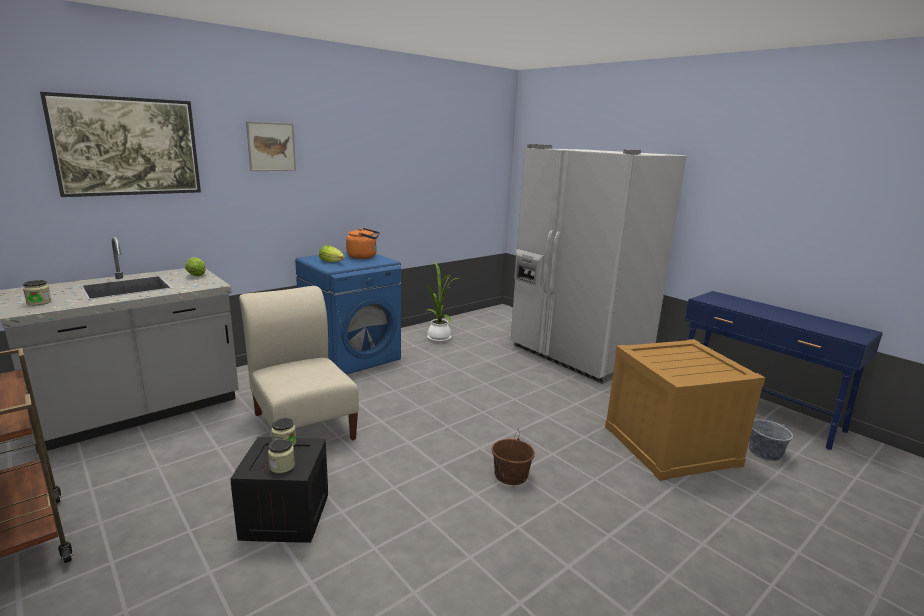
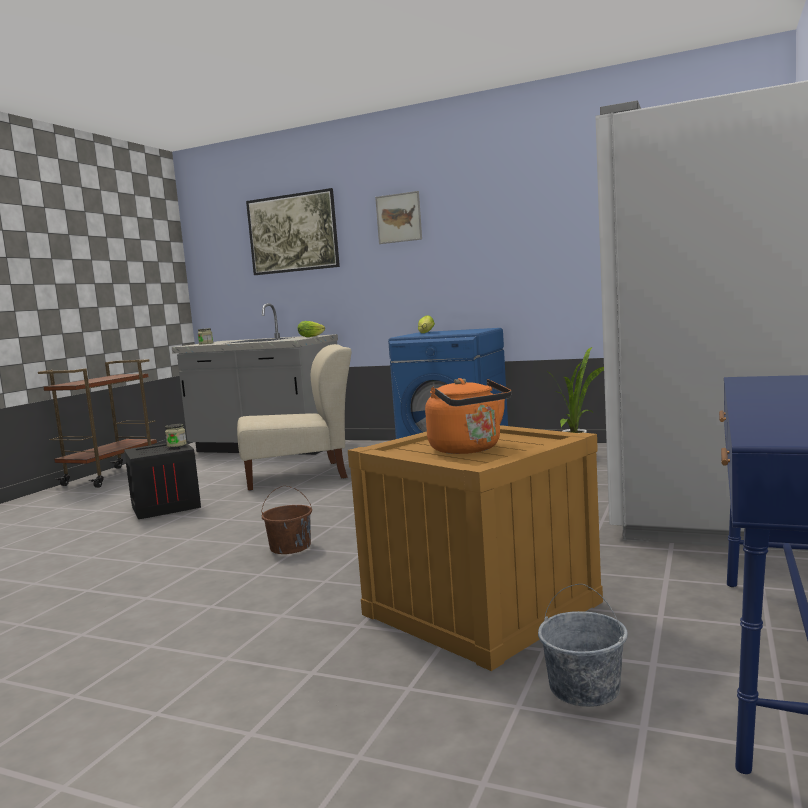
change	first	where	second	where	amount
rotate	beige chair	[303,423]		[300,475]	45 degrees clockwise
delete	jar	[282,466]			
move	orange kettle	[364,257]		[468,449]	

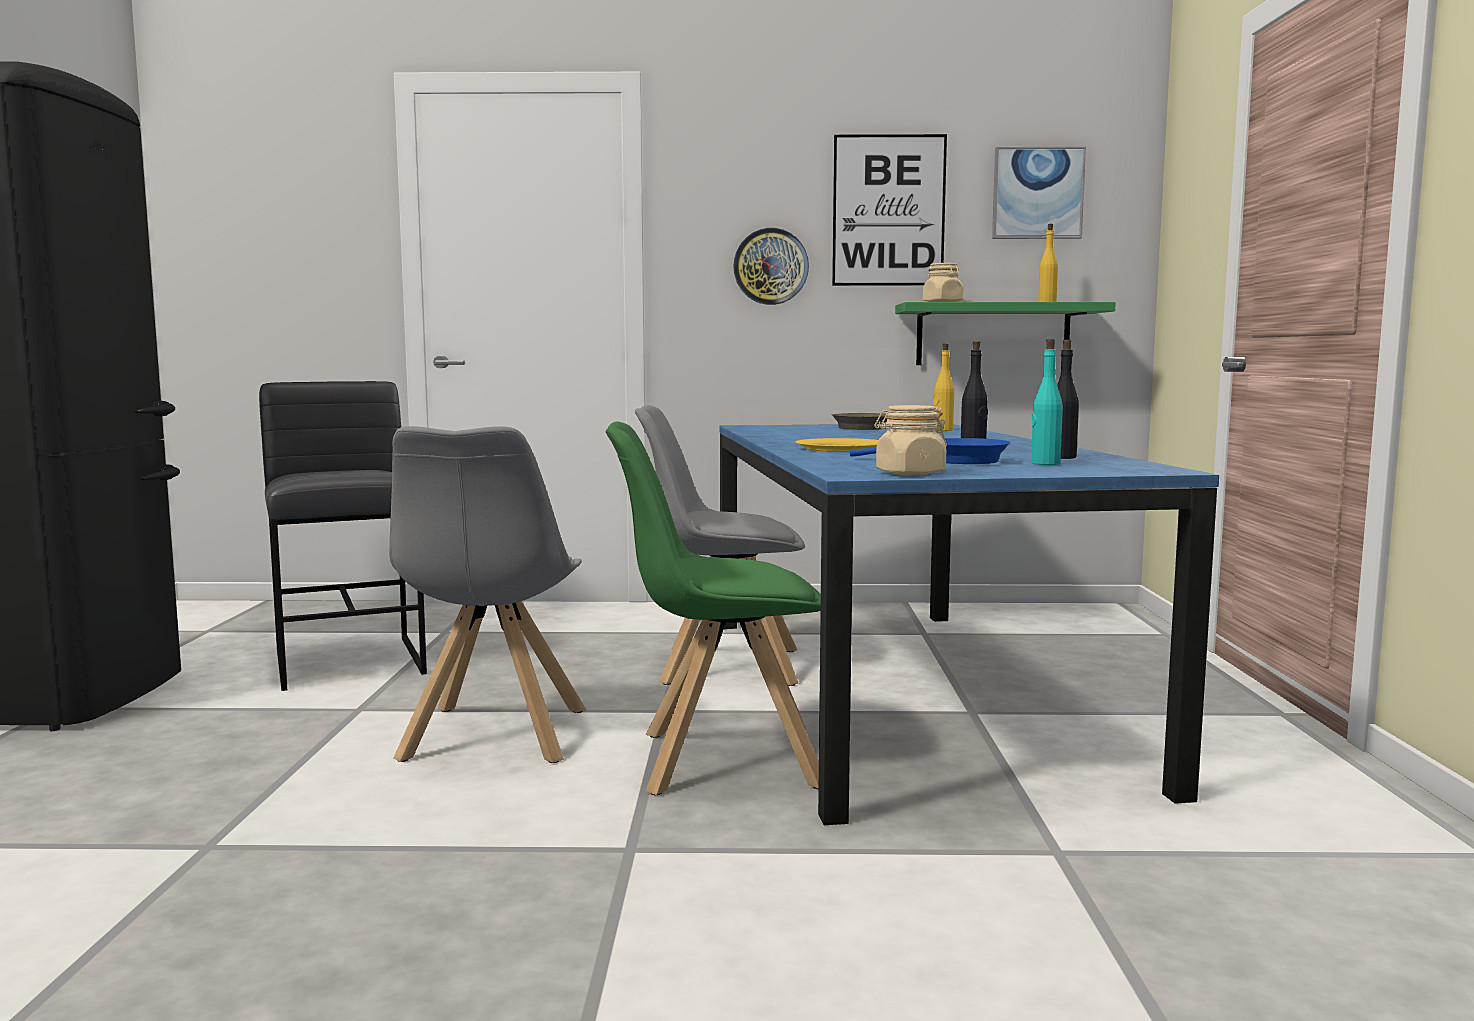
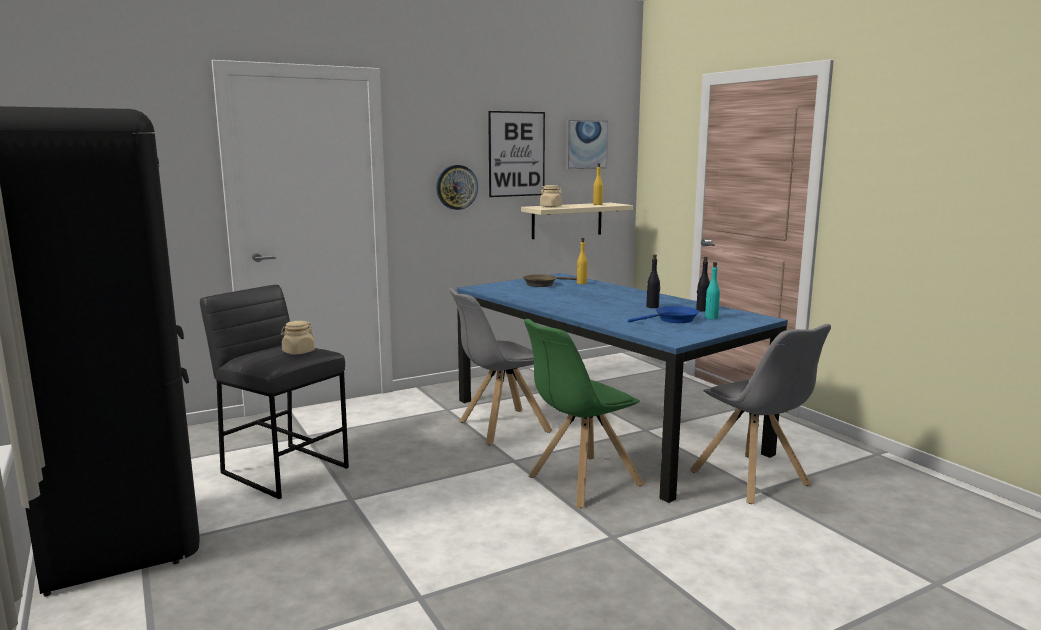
change	first	where	second	where	amount
move	grey chair	[493,737]		[753,480]	
delete	yellow plate	[840,448]			
move	beige jar	[910,473]		[298,352]	
recolor	green shelf	[992,335]	beige shelf	[567,220]	

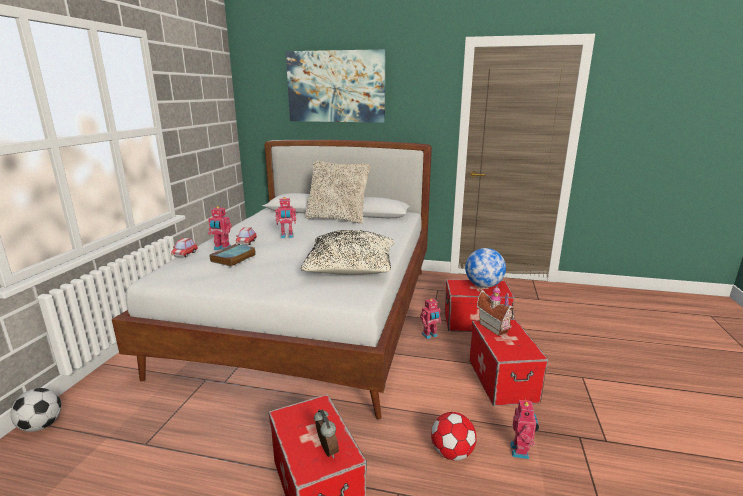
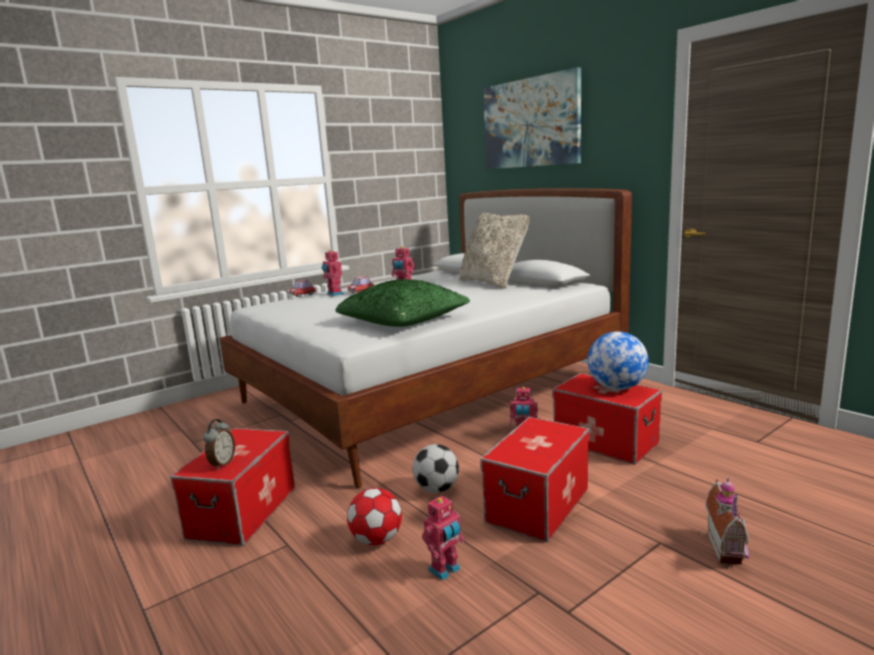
change	first	where	second	where	amount
move	football	[41,426]		[436,489]	
delete	book	[233,258]			
recolor	beige pillow	[351,266]	green pillow	[403,320]	
move	toy house	[495,327]		[728,549]	

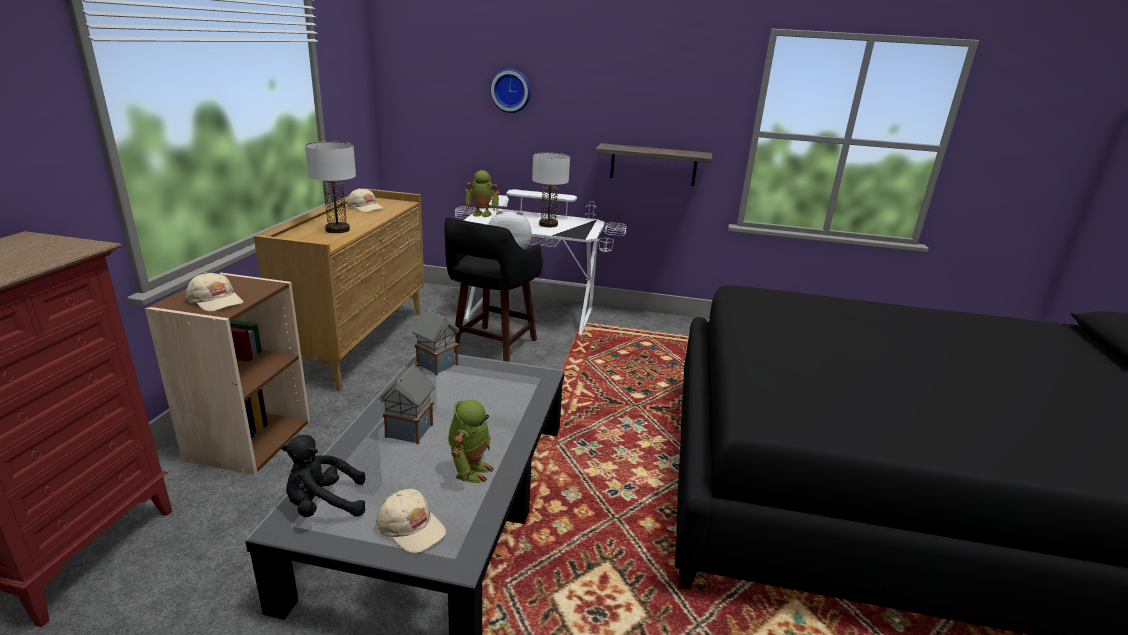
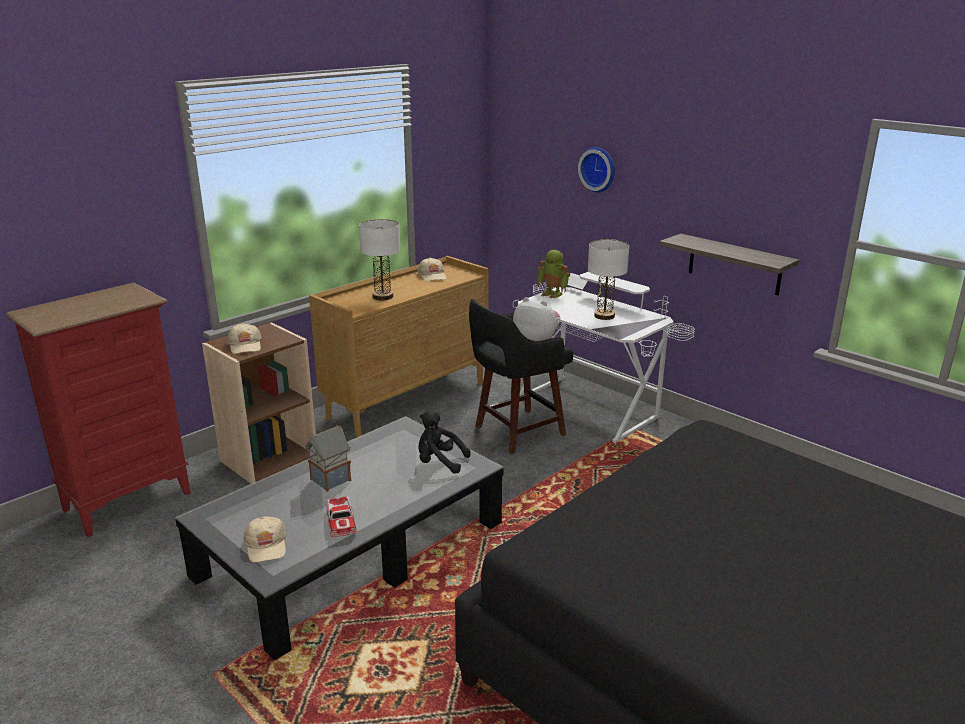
change	first	where	second	where	amount
move	black plush toy	[324,505]		[439,462]	
delete	toy house	[436,365]			
replace	toy robot	[470,470]	toy car	[341,522]	

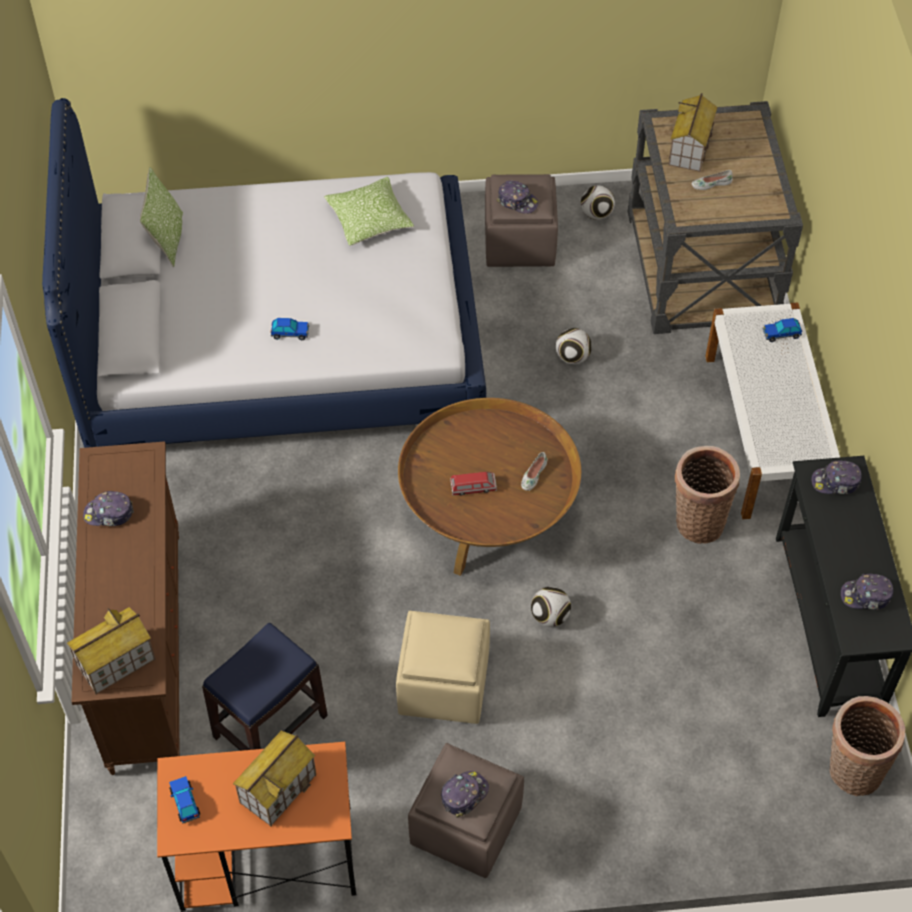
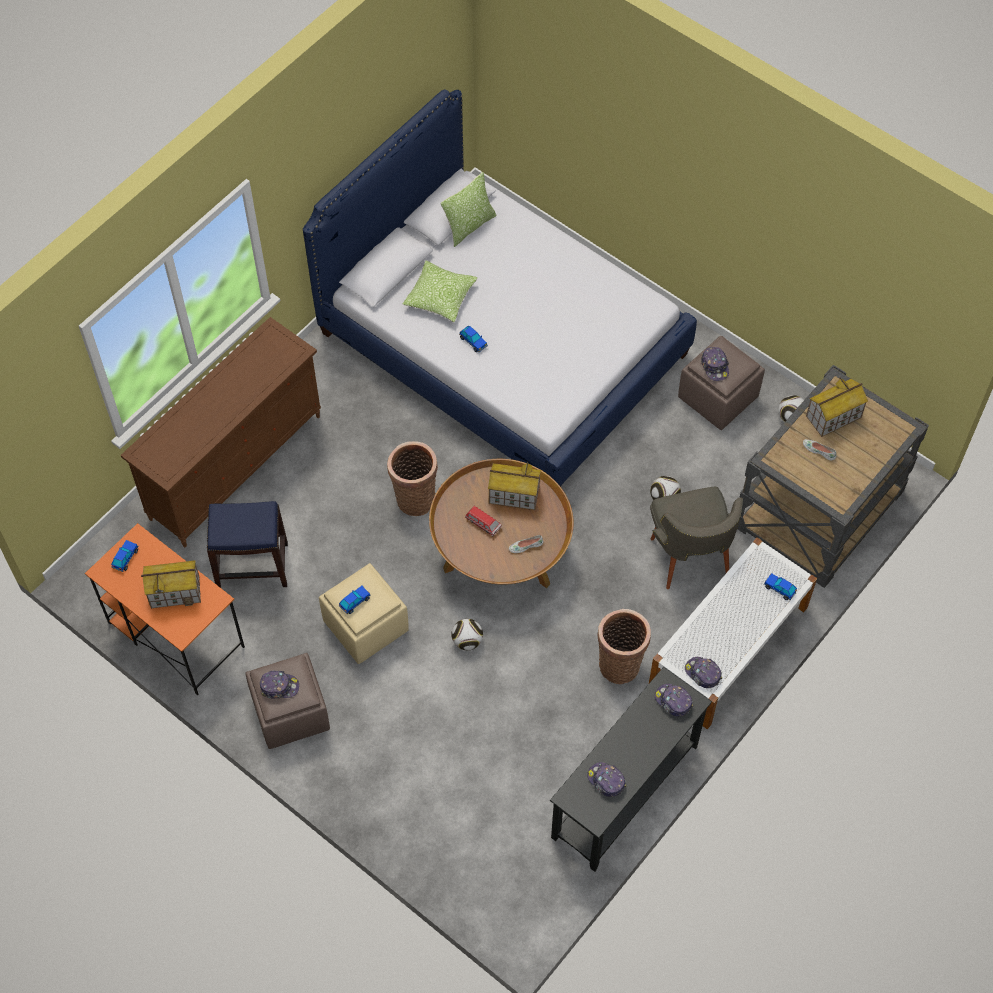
change	first	where	second	where	amount
move	toy house	[115,663]		[513,495]	
move	cap	[109,514]		[702,674]	
move	pillow	[369,220]		[440,297]	
move	basket	[851,770]		[414,497]	
insert			toy car	[355,602]	
insert			grey chair	[689,556]	

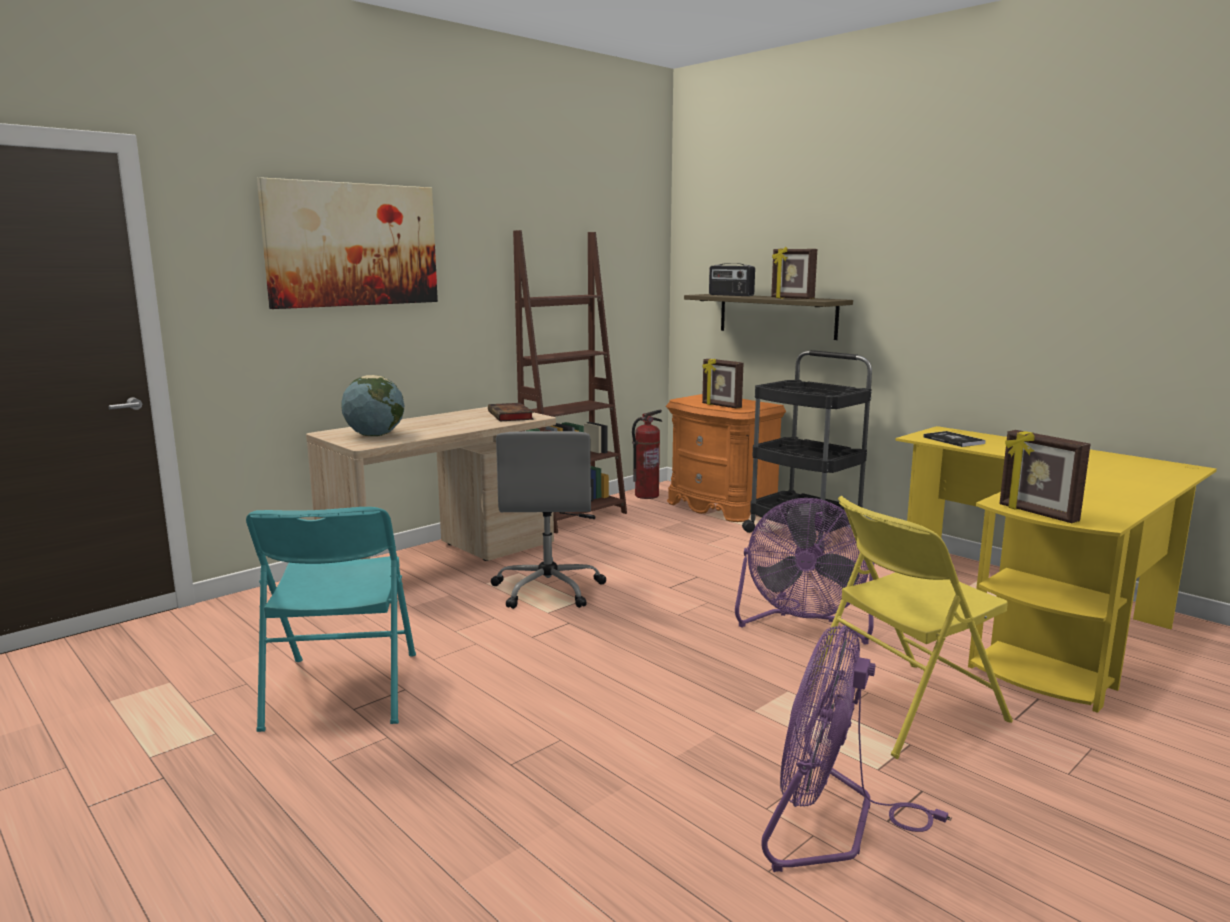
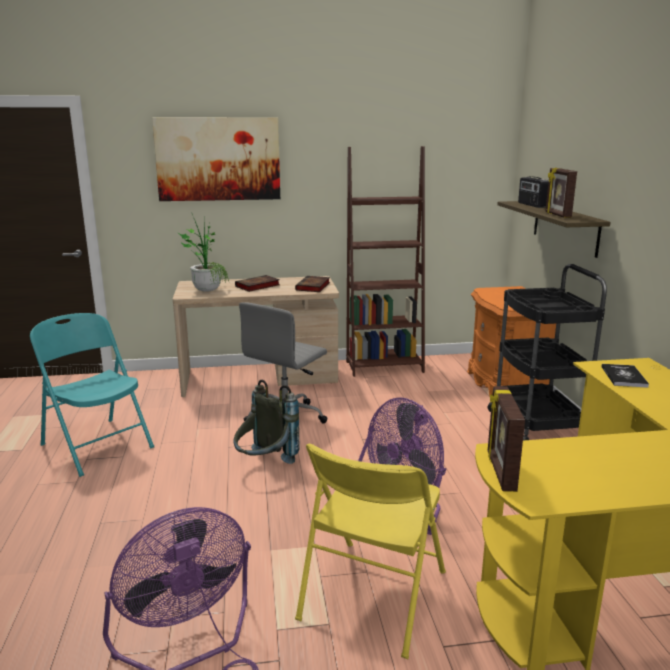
change	first	where	second	where	amount
rotate	turquoise chair	[342,690]		[97,446]	105 degrees clockwise
replace	globe	[374,435]	potted plant	[206,289]	
delete	fire extinguisher	[646,495]			
delete	picture frame	[721,406]			
rotate	yellow chair	[904,707]		[373,595]	75 degrees counterclockwise
insert			grey backpack	[265,465]	
insert			book	[257,286]	

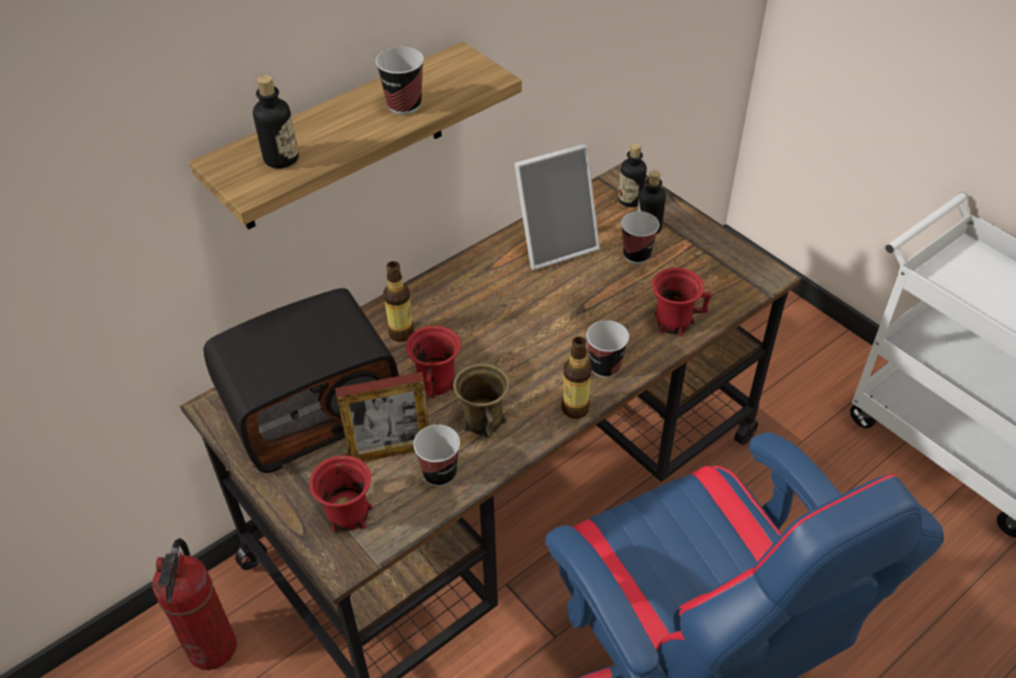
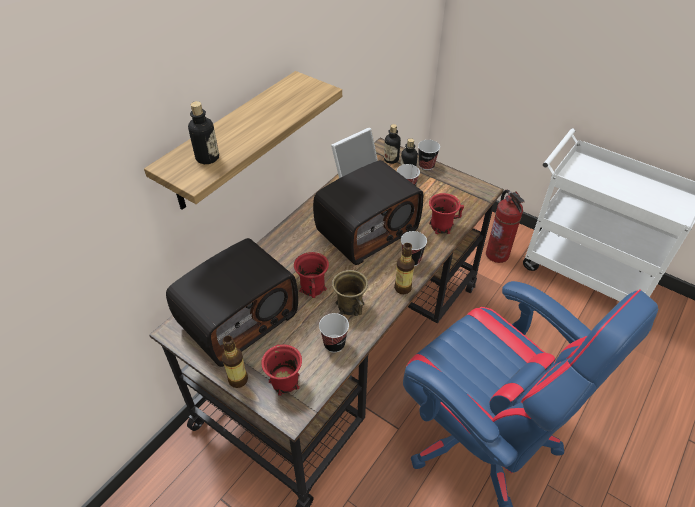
change	first	where	second	where	amount
move	fire extinguisher	[213,648]		[497,254]	
delete	picture frame	[390,451]			
move	cup	[404,105]		[426,165]	
move	bottle	[401,333]		[238,379]	
insert			radio	[366,230]	

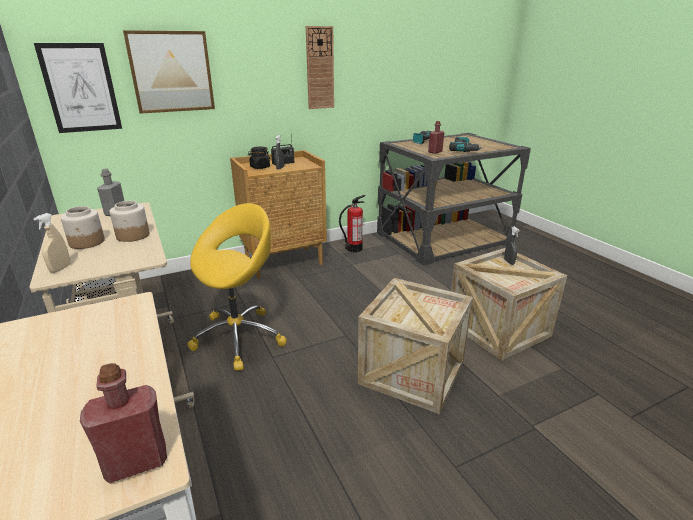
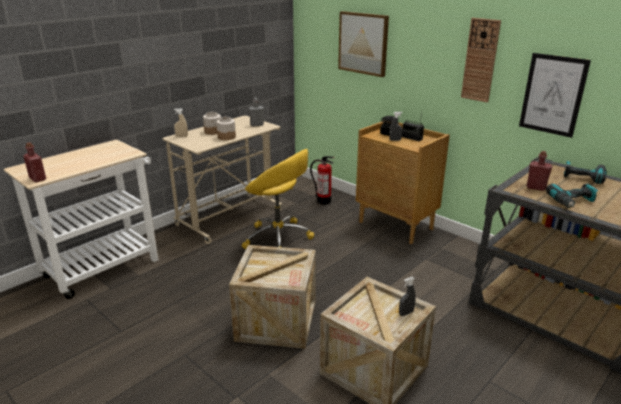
change	first	where	second	where	amount
move	picture	[81,88]		[552,95]	
move	fire extinguisher	[354,249]		[324,201]	

